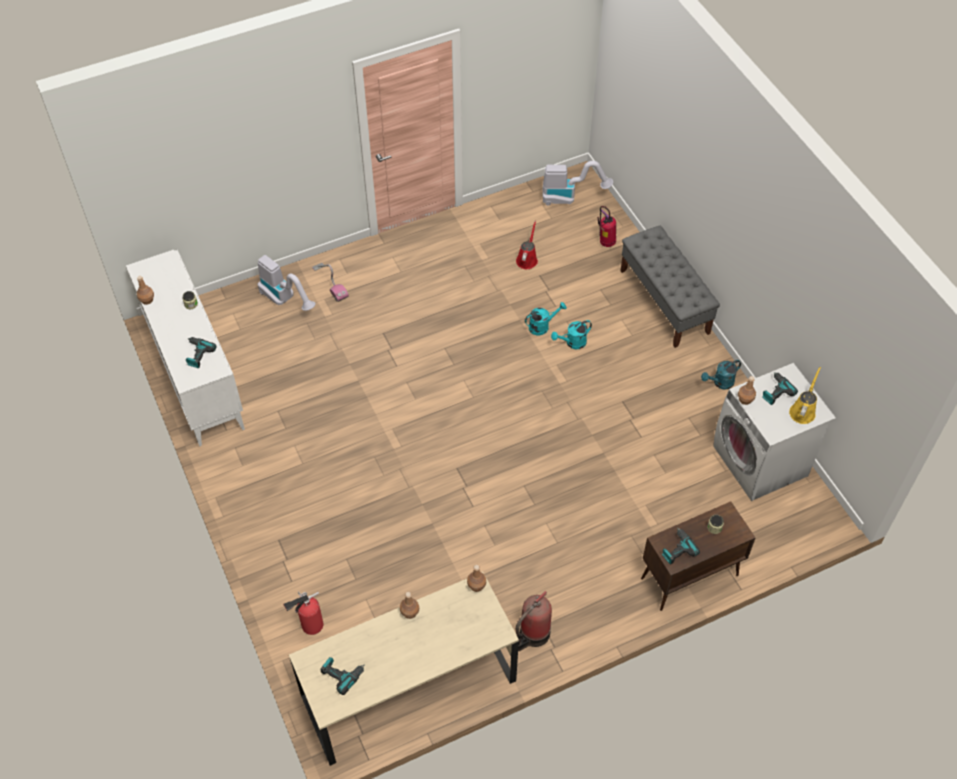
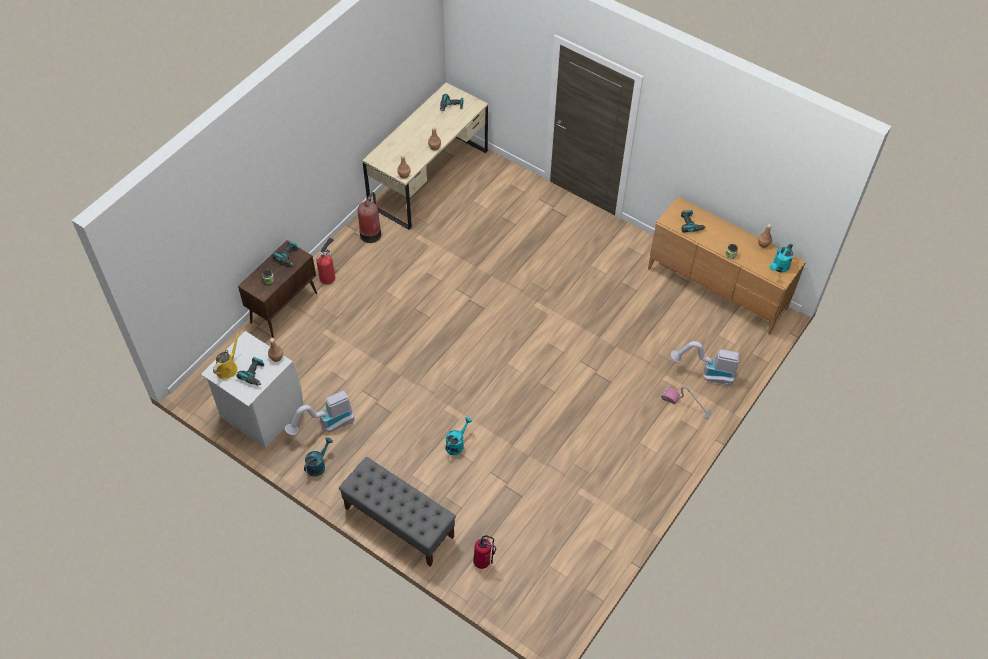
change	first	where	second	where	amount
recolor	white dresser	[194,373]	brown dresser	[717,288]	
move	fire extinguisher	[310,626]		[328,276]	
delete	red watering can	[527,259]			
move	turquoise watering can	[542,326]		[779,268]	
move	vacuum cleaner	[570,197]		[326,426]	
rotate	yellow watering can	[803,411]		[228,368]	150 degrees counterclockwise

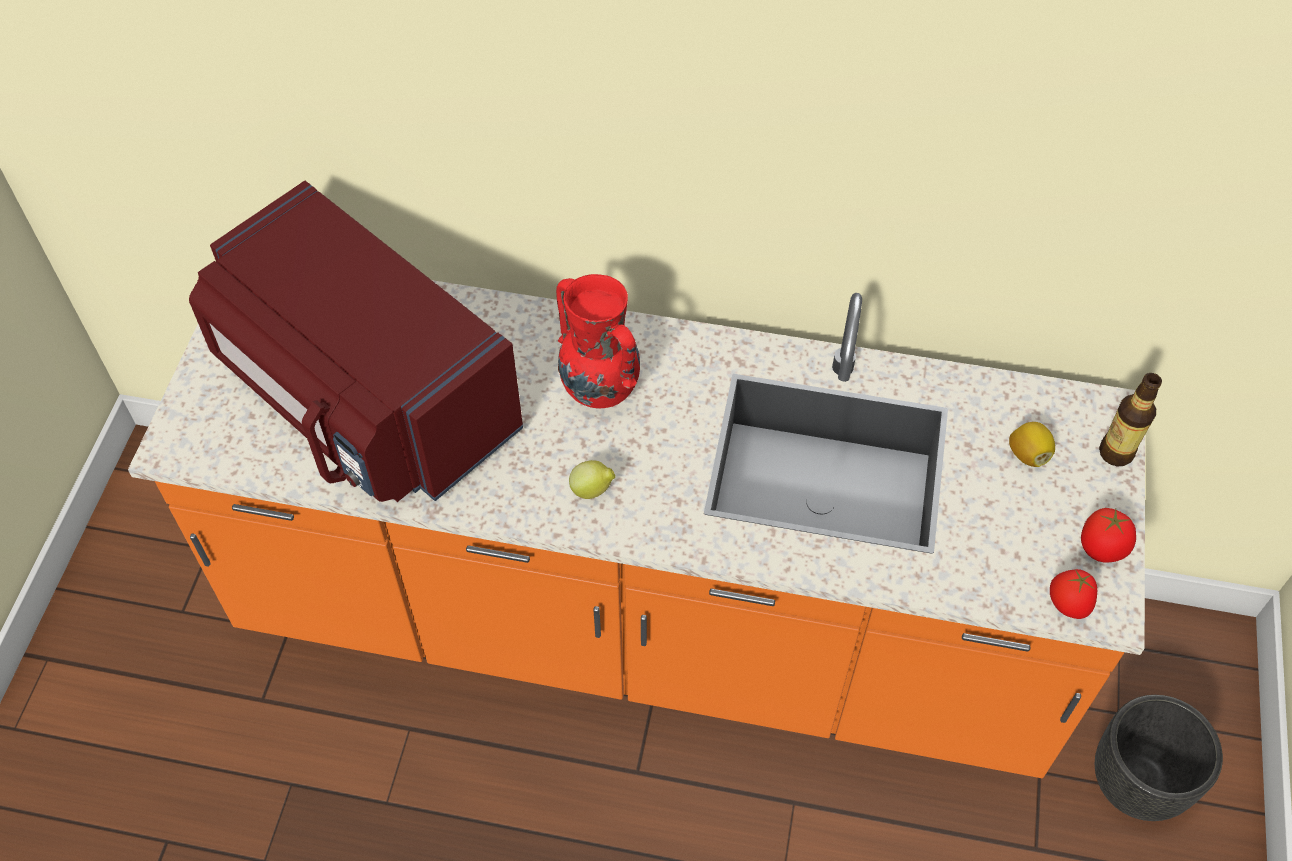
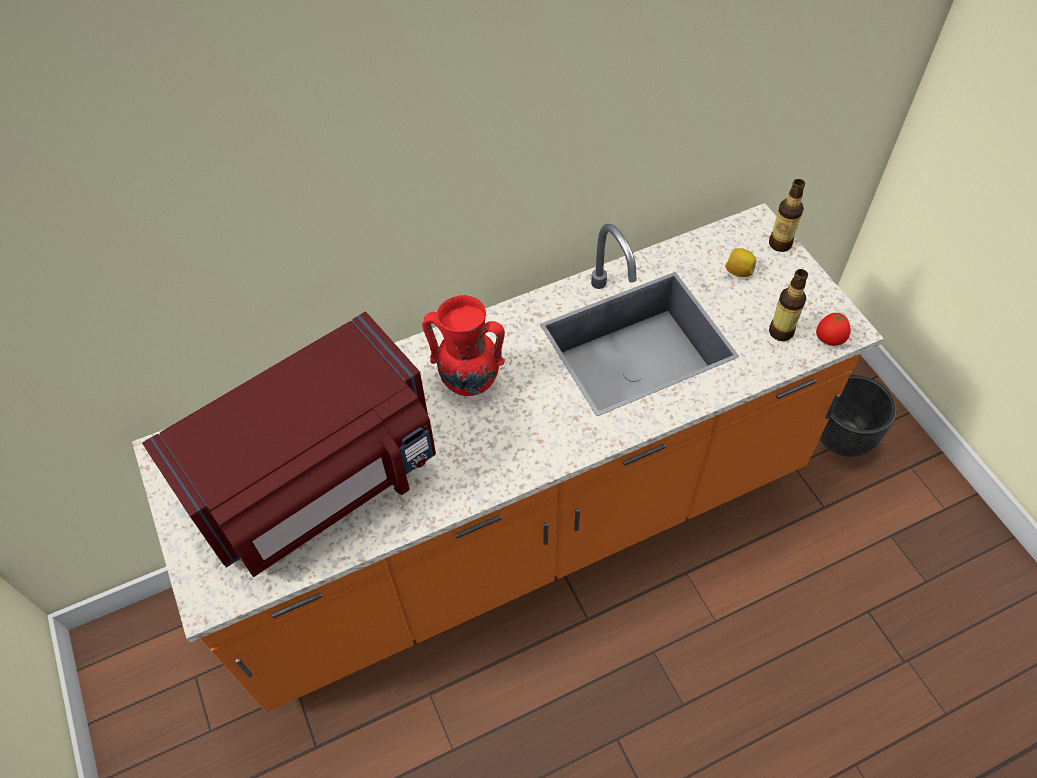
change	first	where	second	where	amount
rotate	red microwave	[364,399]		[319,482]	45 degrees counterclockwise
delete	lemon	[593,490]			
delete	tomato	[1102,548]			
insert			bottle	[781,332]	

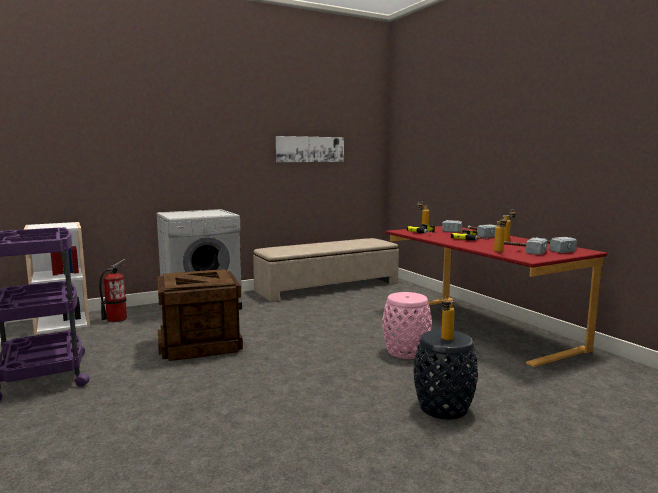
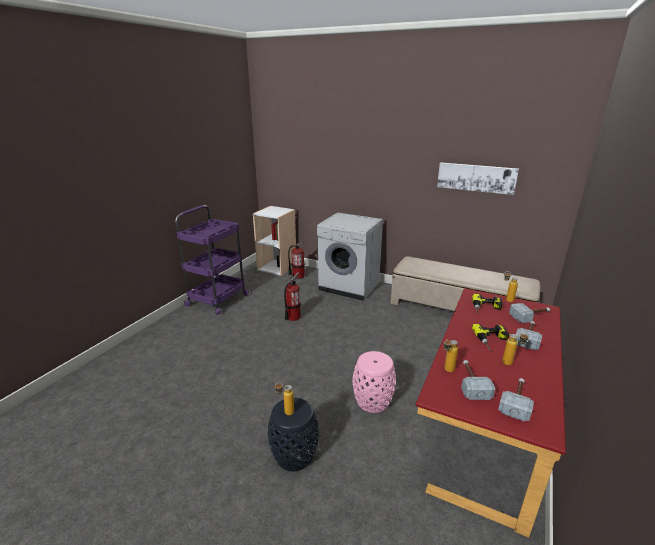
change	first	where	second	where	amount
replace	crate	[199,345]	fire extinguisher	[293,317]	

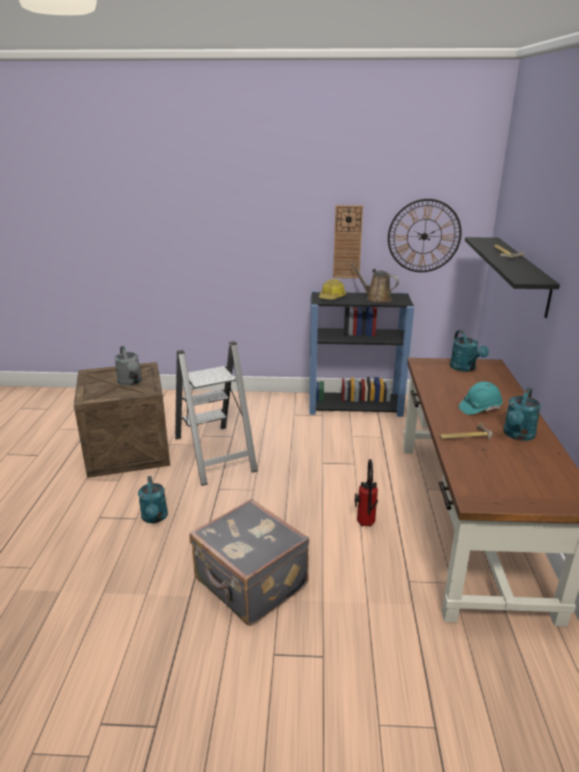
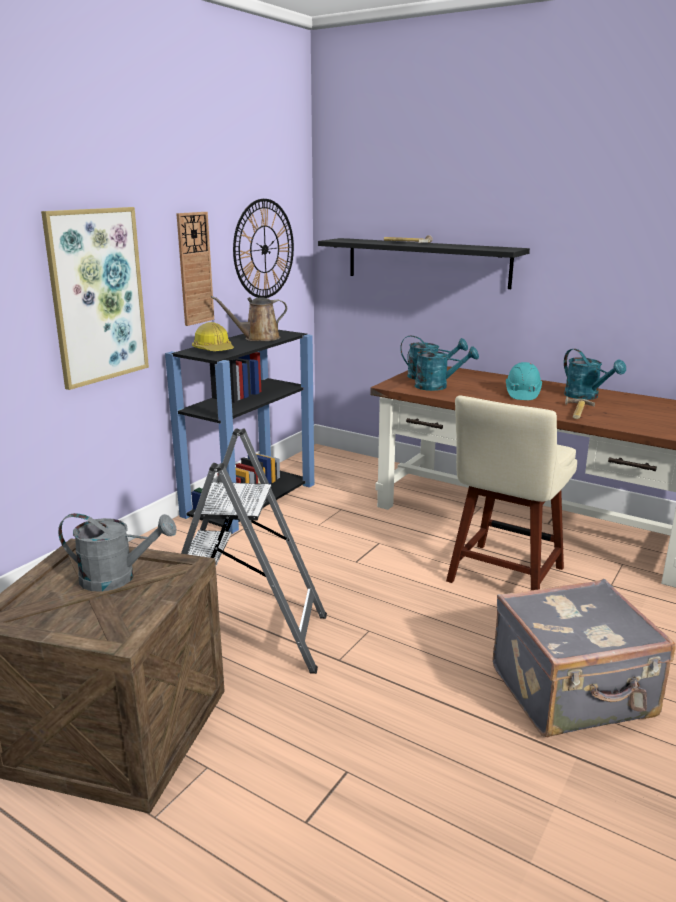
change	first	where	second	where	amount
move	turquoise watering can	[155,518]		[437,386]	
replace	fire extinguisher	[364,525]	beige stool	[503,577]	
insert			picture	[97,296]	

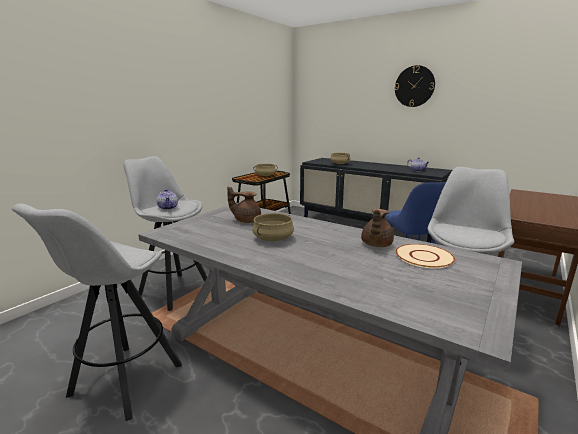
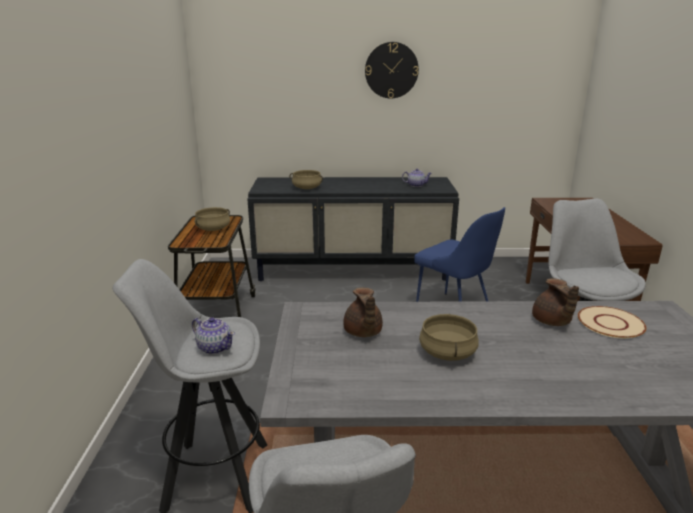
change	first	where	second	where	amount
rotate	brown teapot	[246,220]		[362,332]	75 degrees counterclockwise

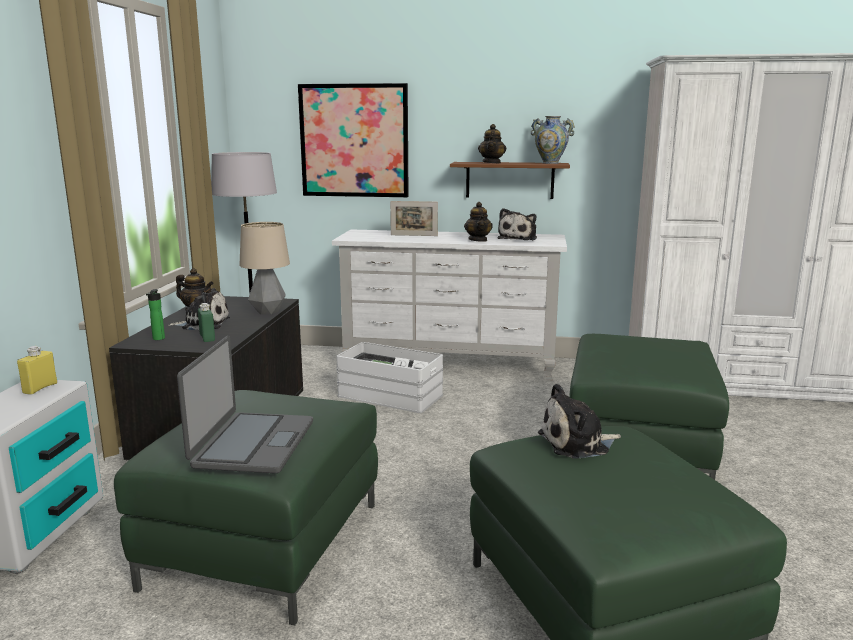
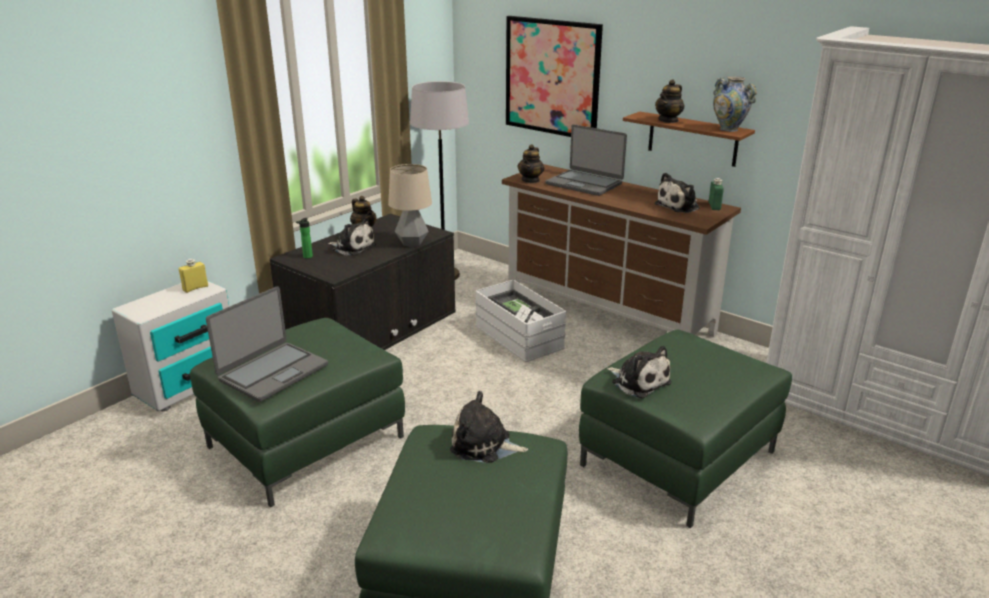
change	first	where	second	where	amount
move	green bottle	[207,338]		[714,206]	
recolor	white dresser	[450,364]	brown dresser	[607,316]	
replace	picture frame	[414,235]	laptop	[584,184]	
move	teapot	[478,240]		[531,180]	
insert			plush toy	[638,382]	

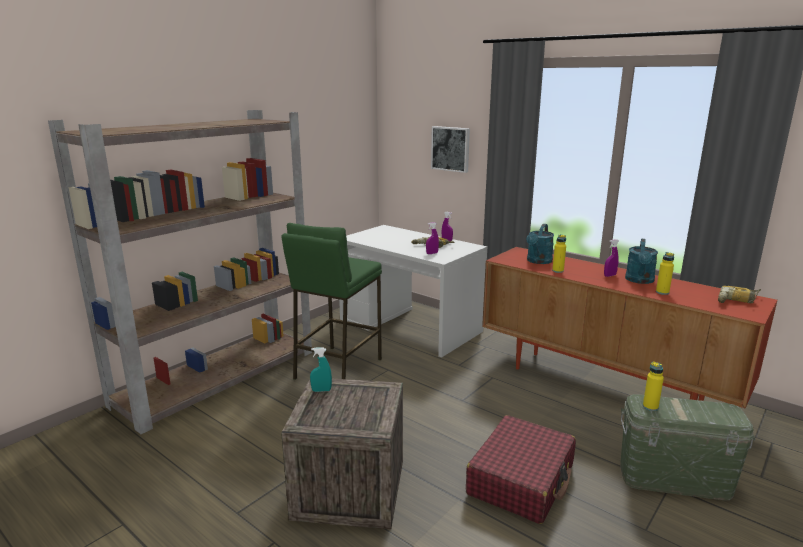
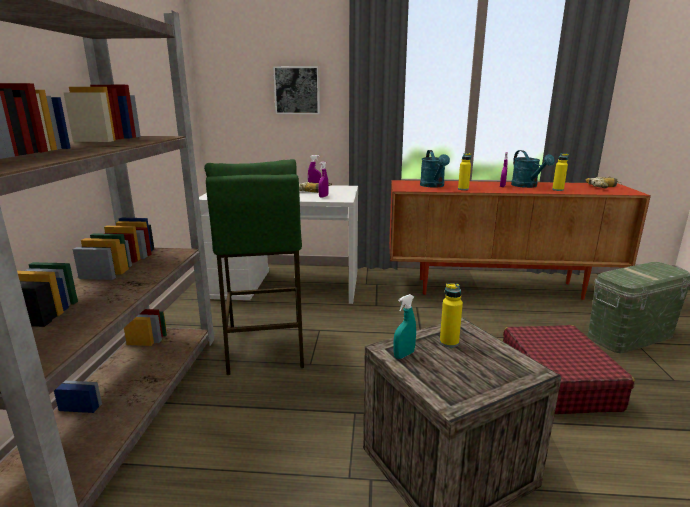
change	first	where	second	where	amount
move	yellow bottle	[650,407]		[449,342]	

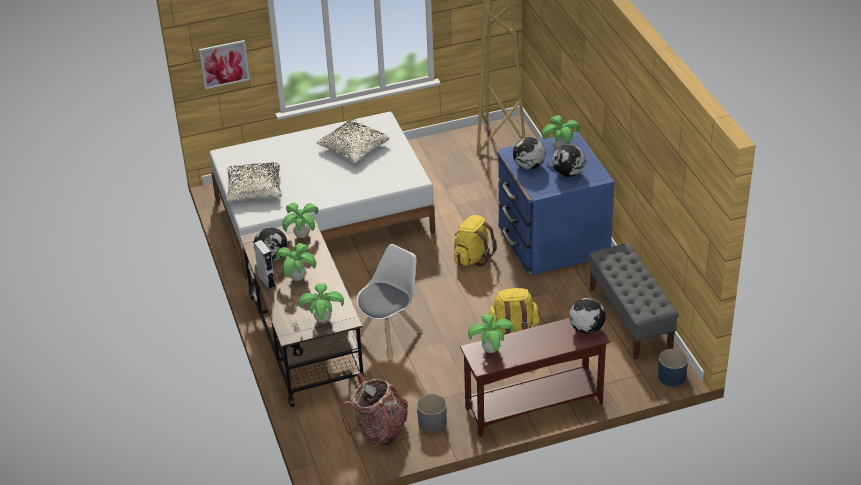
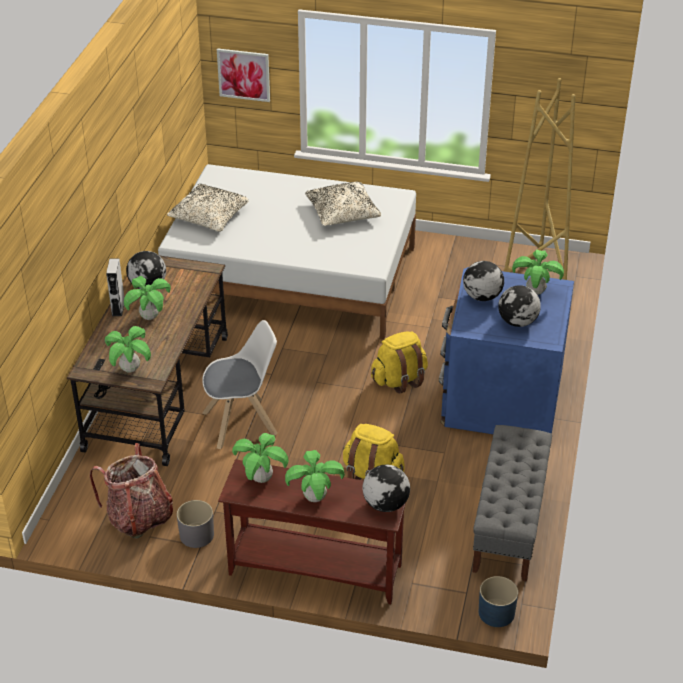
change	first	where	second	where	amount
move	potted plant	[302,235]		[314,498]	

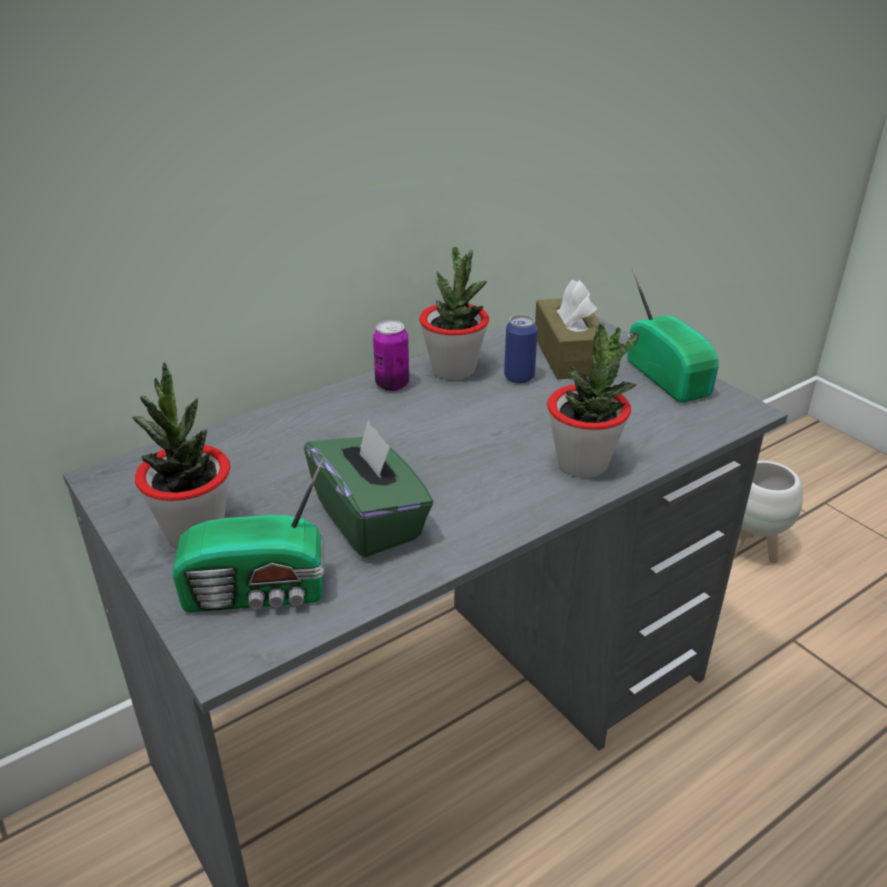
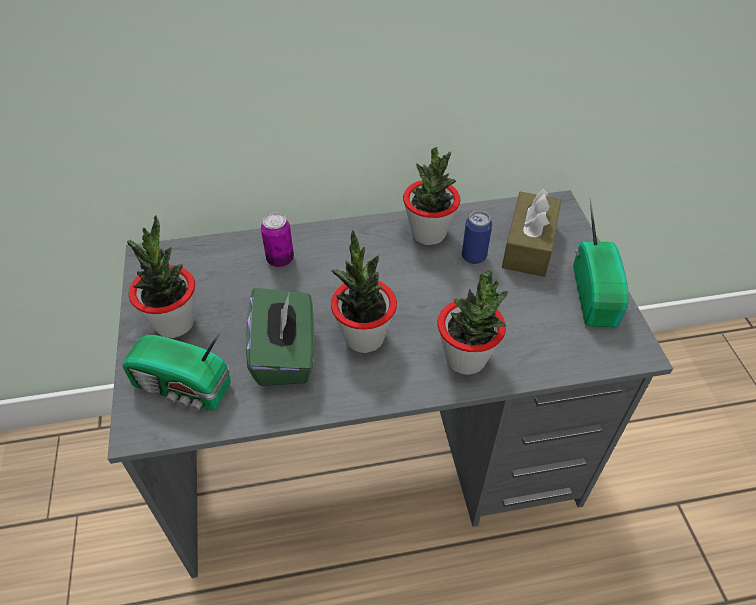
change	first	where	second	where	amount
move	can	[392,385]		[280,259]	
delete	white planter	[751,551]			
insert			potted plant	[364,337]	

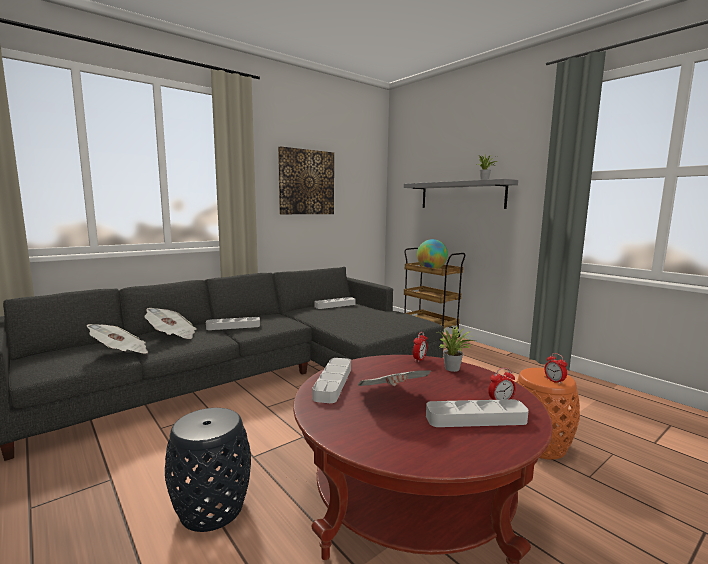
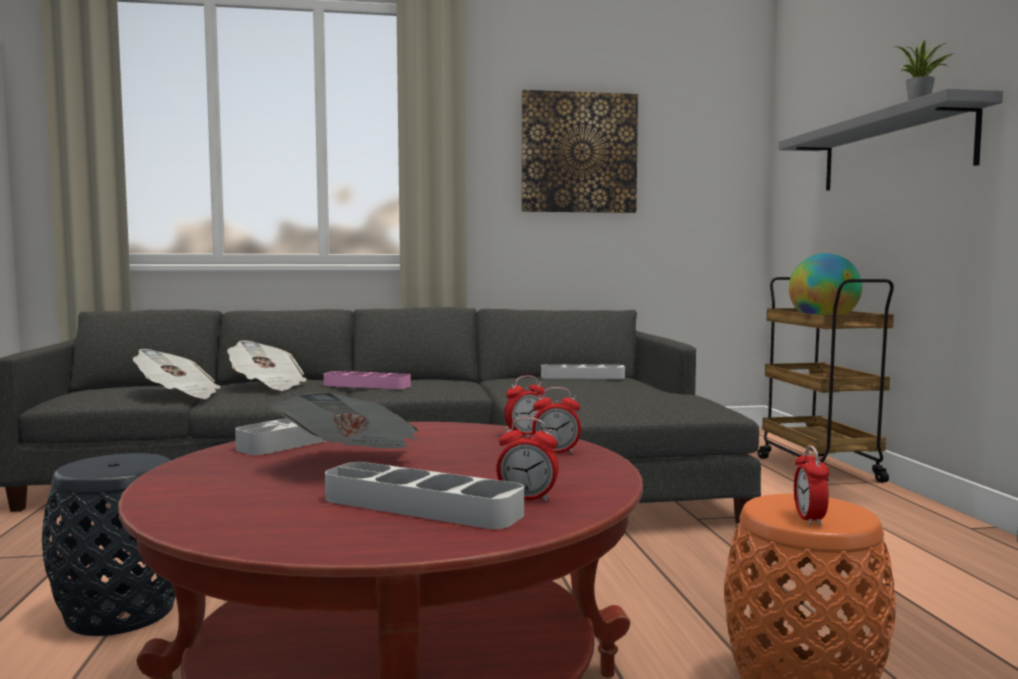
change	first	where	second	where	amount
recolor	grey tray	[233,326]	pink tray	[367,385]	
replace	potted plant	[453,369]	alarm clock	[556,452]	

